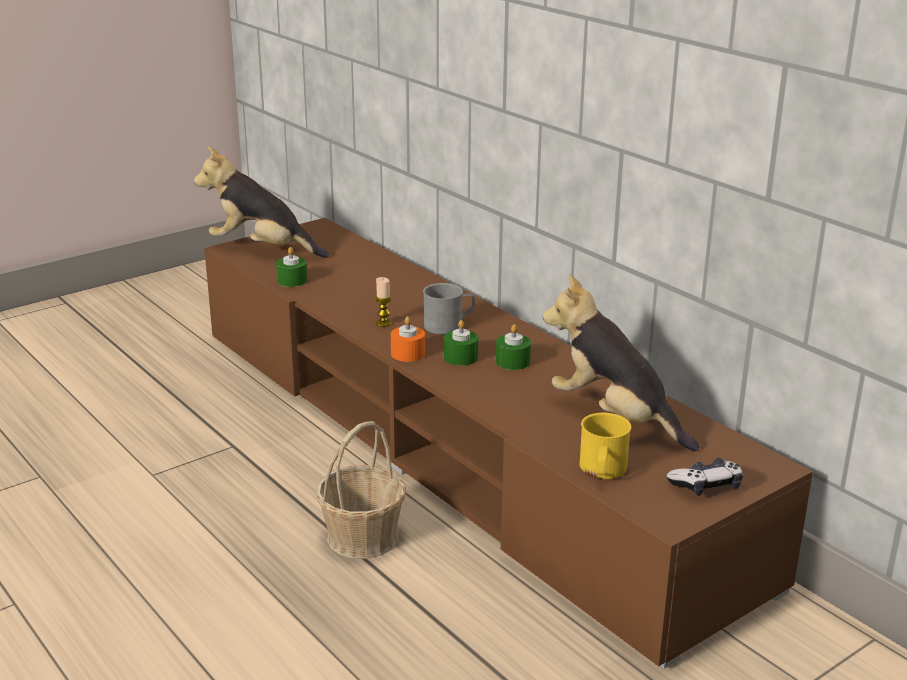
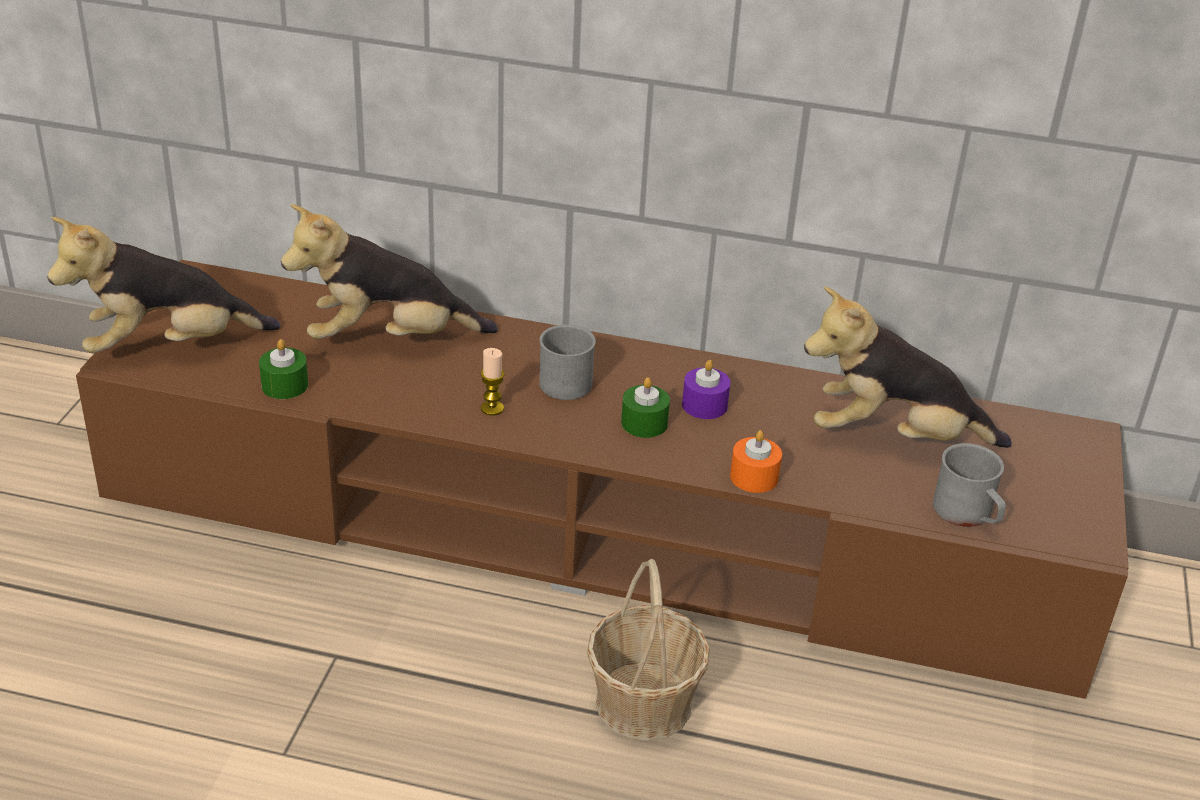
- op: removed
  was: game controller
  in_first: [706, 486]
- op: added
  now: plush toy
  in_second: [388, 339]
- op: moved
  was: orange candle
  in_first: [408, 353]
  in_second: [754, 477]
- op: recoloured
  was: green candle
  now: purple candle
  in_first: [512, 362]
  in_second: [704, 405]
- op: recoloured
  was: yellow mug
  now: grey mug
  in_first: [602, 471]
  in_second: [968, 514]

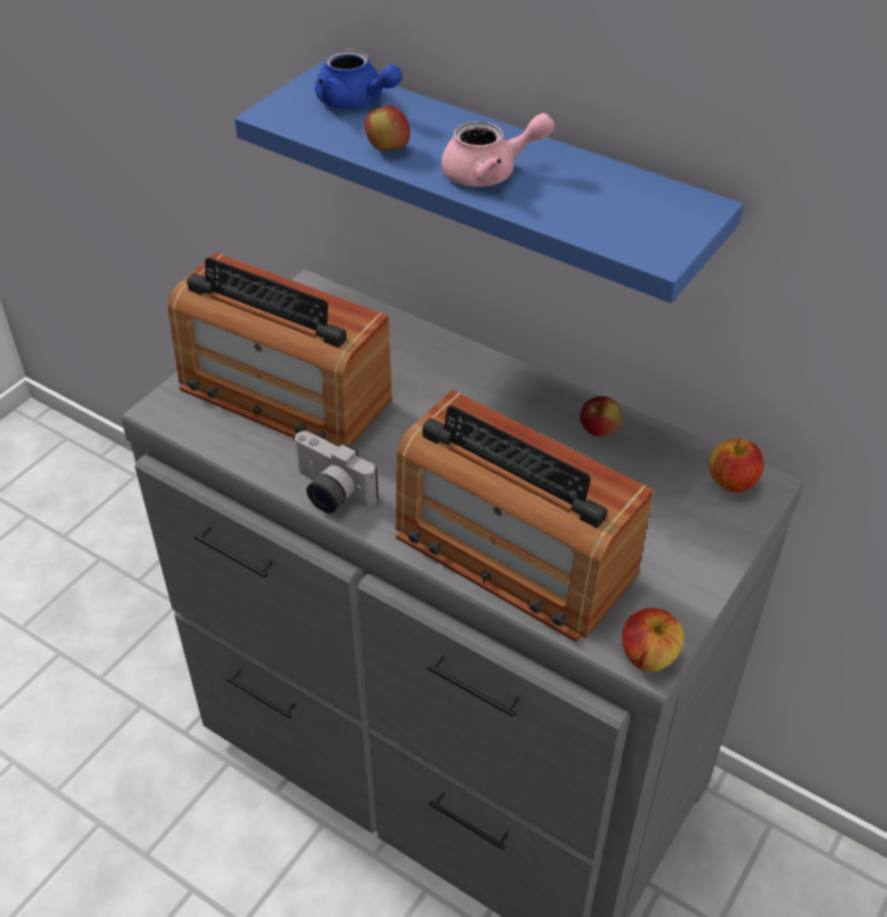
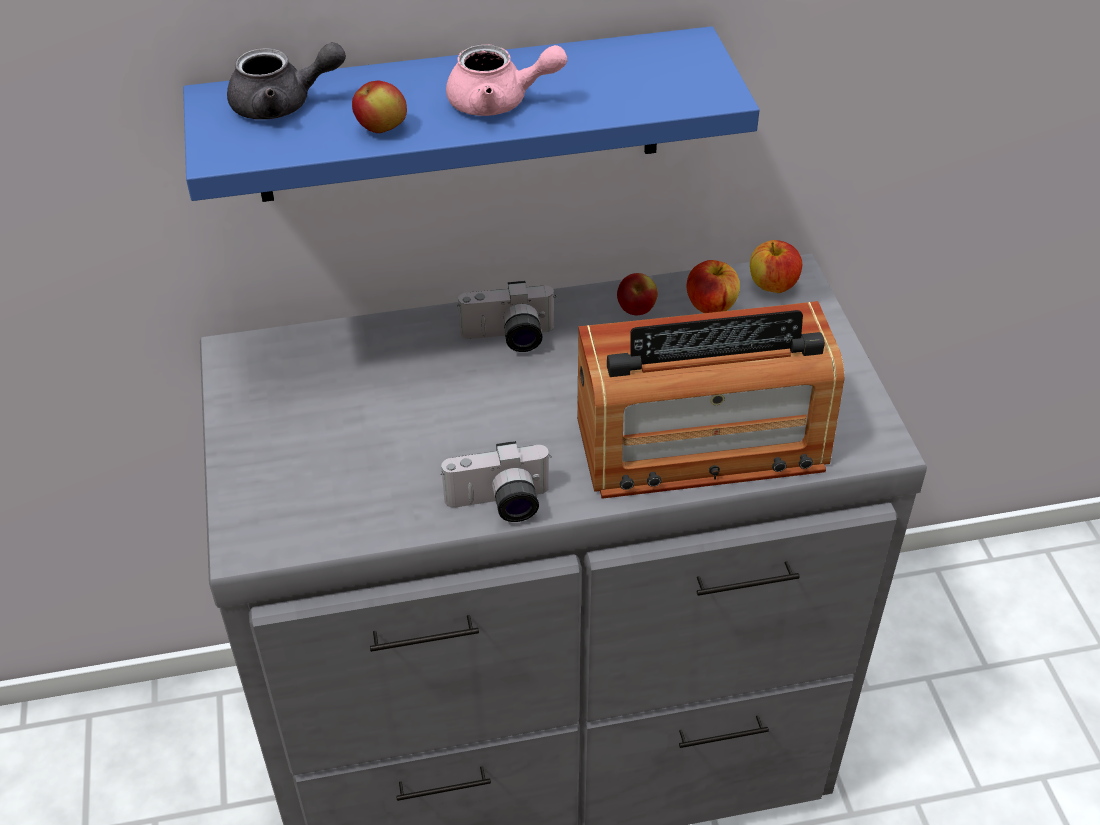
- op: removed
  was: radio
  in_first: [284, 393]
- op: added
  now: photo camera
  in_second: [509, 339]
- op: moved
  was: apple
  in_first: [648, 657]
  in_second: [710, 306]
- op: recoloured
  was: blue teapot
  now: grey teapot
  in_first: [356, 102]
  in_second: [283, 104]
- op: turned
  was: pink teapot
  in_first: [490, 173]
  in_second: [499, 102]
  clockwise: 60

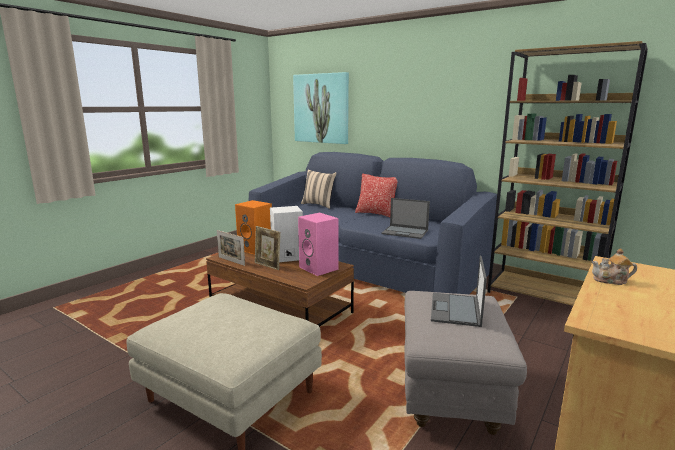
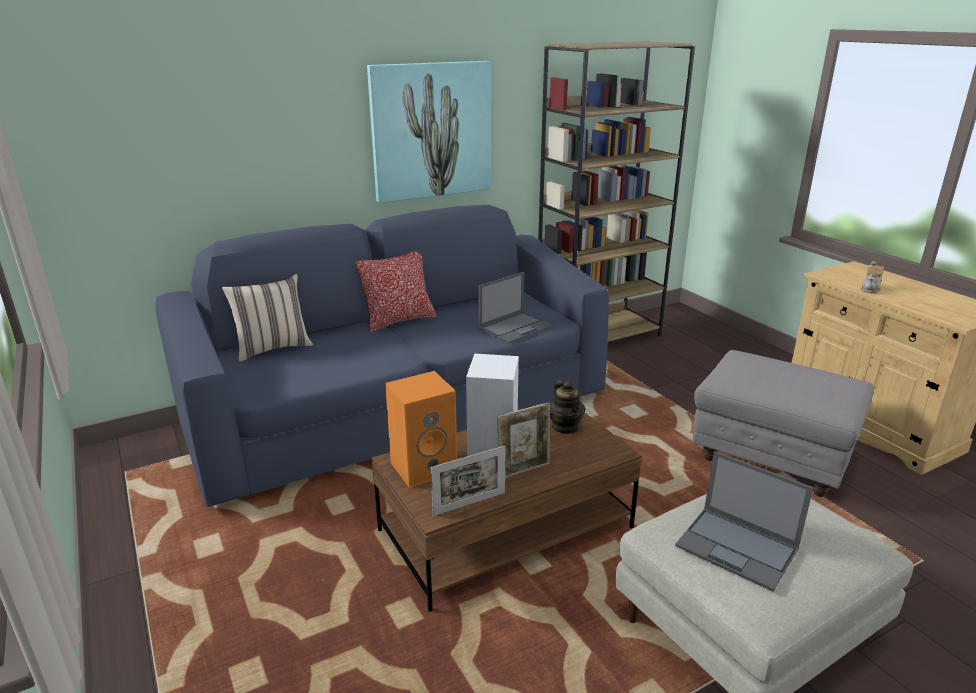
- op: moved
  was: picture
  in_first: [321, 108]
  in_second: [431, 131]
- op: moved
  was: laptop
  in_first: [456, 310]
  in_second: [738, 548]
- op: replaced
  was: pink speaker
  now: teapot
  in_first: [319, 268]
  in_second: [565, 427]

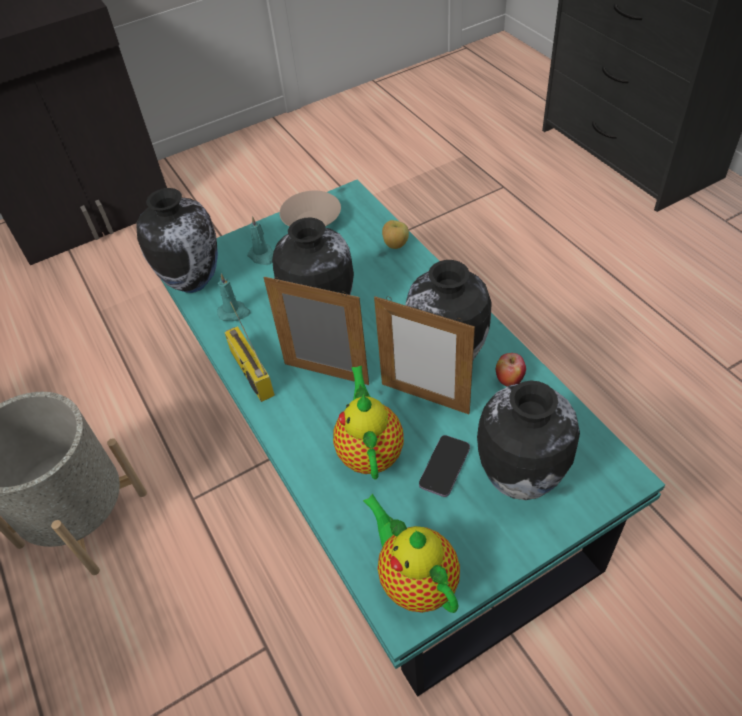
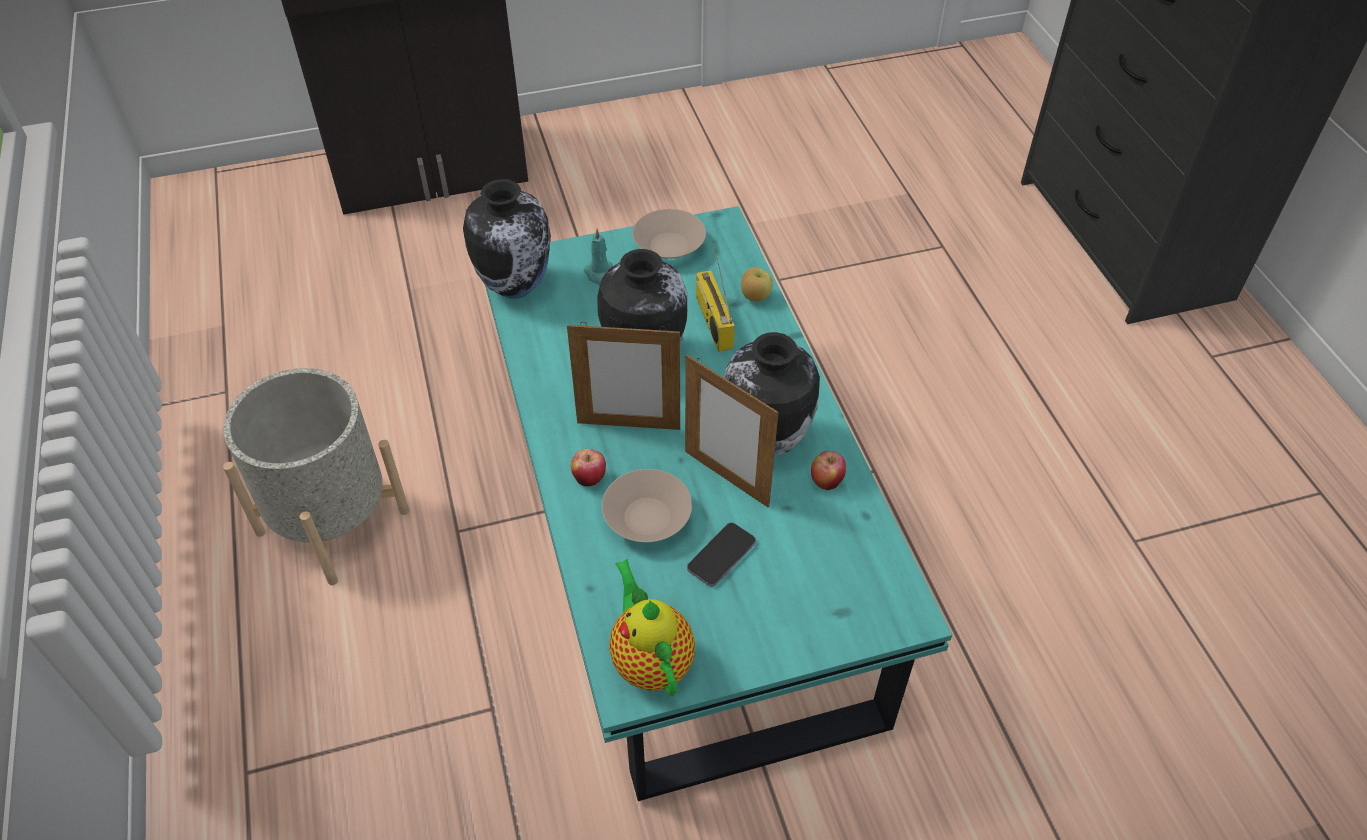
- op: removed
  was: turquoise candle
  in_first: [234, 312]
- op: removed
  was: vase
  in_first: [518, 479]
- op: added
  now: apple
  in_second: [589, 479]
- op: moved
  was: radio
  in_first: [250, 372]
  in_second: [712, 321]
- op: replaced
  was: teapot
  now: beige bowl
  in_first: [369, 450]
  in_second: [648, 519]
- op: turned
  was: picture frame
  in_first: [326, 374]
  in_second: [628, 425]
  clockwise: 150

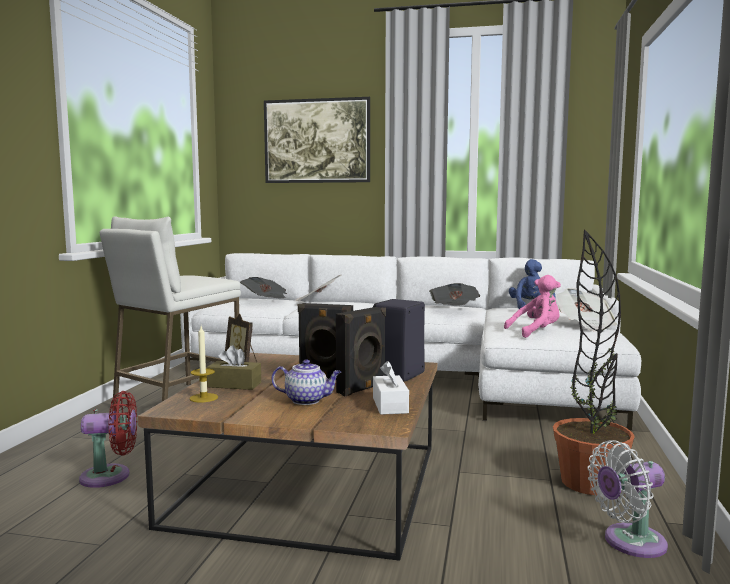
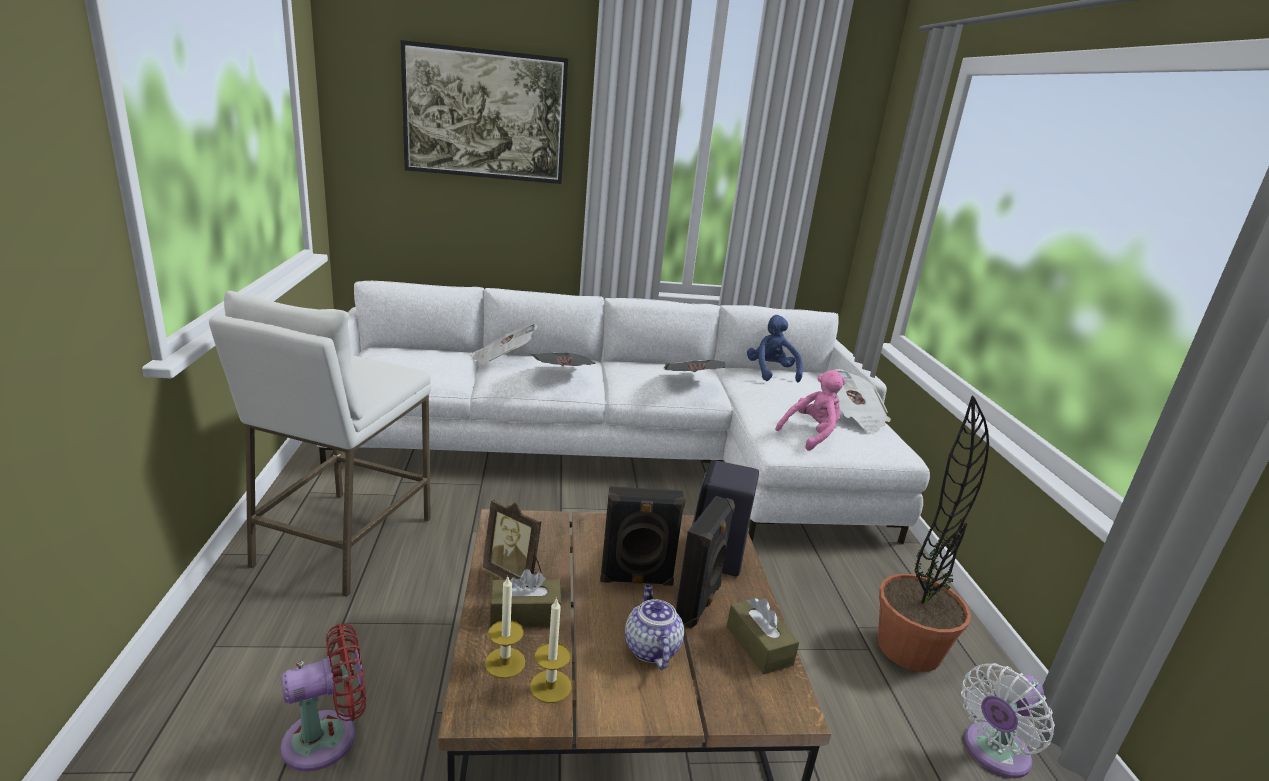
- op: added
  now: candle
  in_second: [550, 686]
- op: moved
  was: newspaper
  in_first: [266, 301]
  in_second: [562, 376]
- op: recoloured
  was: white tissue box
  now: brown tissue box
  in_first: [390, 405]
  in_second: [759, 645]
- op: turned
  was: teapot
  in_first: [307, 400]
  in_second: [650, 648]
  clockwise: -90

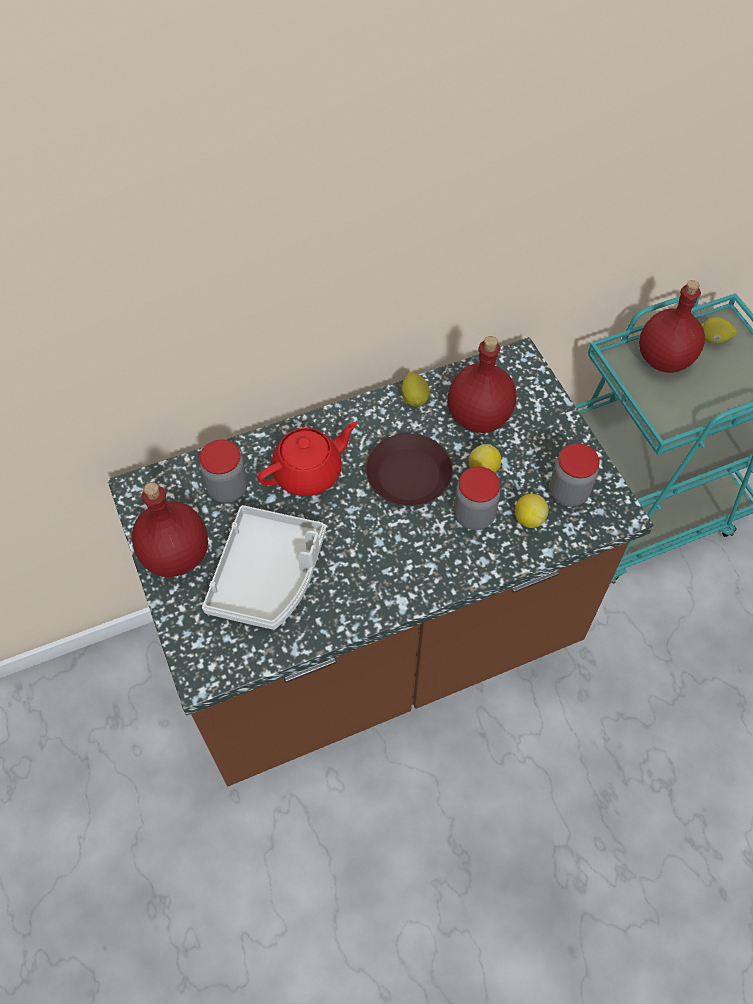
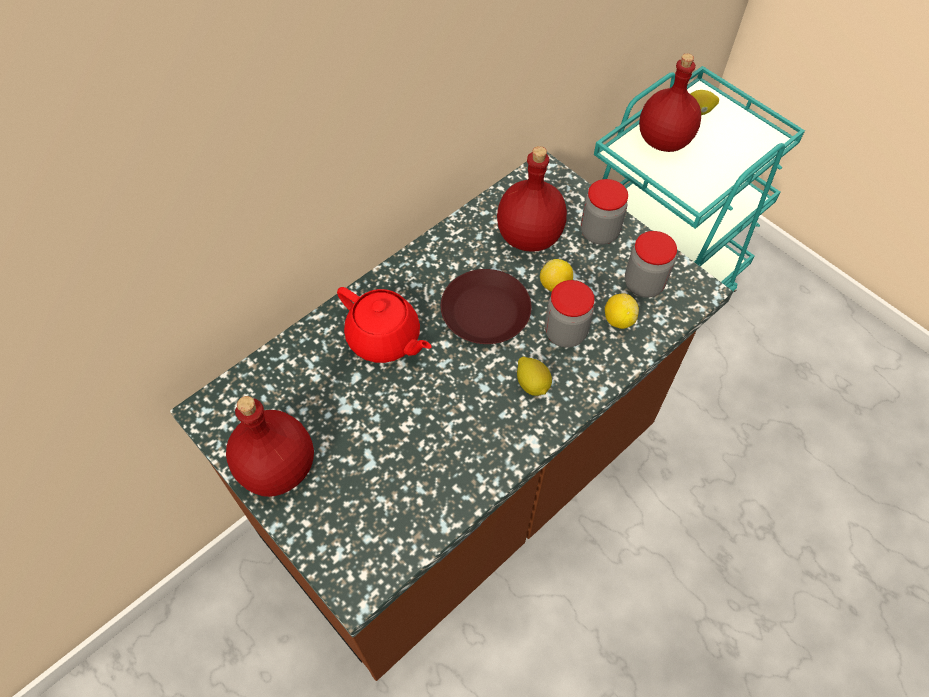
- op: removed
  was: white tray
  in_first: [268, 575]
- op: moved
  was: jar
  in_first: [228, 488]
  in_second: [599, 232]
- op: moved
  was: lemon
  in_first: [414, 398]
  in_second: [532, 384]
- op: turned
  was: red teapot
  in_first: [309, 472]
  in_second: [385, 339]
  clockwise: 90

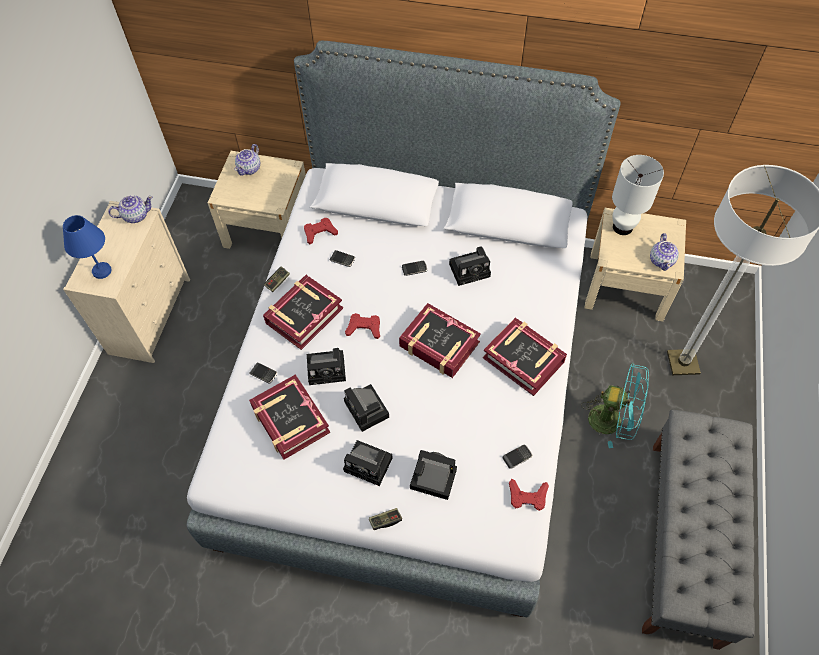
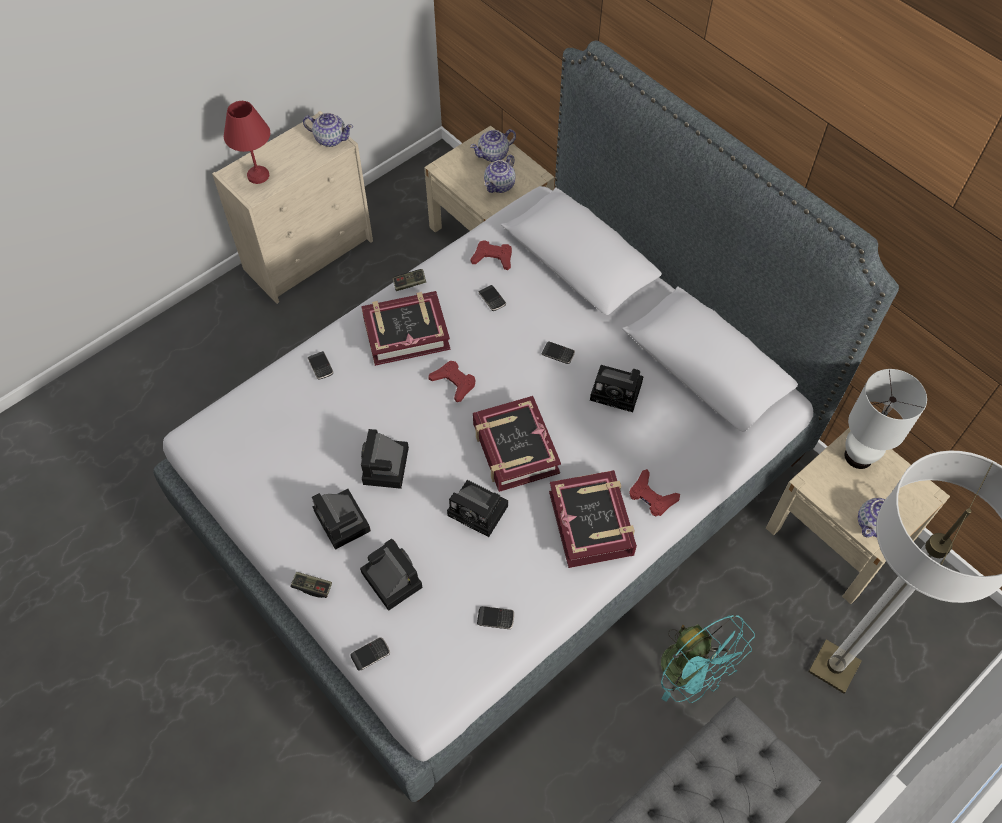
- op: removed
  was: book
  in_first: [290, 420]
- op: added
  now: phone
  in_second: [370, 654]
- op: added
  now: teapot
  in_second: [500, 185]
- op: moved
  was: photo camera
  in_first: [328, 369]
  in_second: [480, 511]
- op: moved
  was: red game controller
  in_first: [527, 496]
  in_second: [651, 496]
- op: recoloured
  was: blue table lamp
  now: red table lamp
  in_first: [102, 270]
  in_second: [259, 175]

